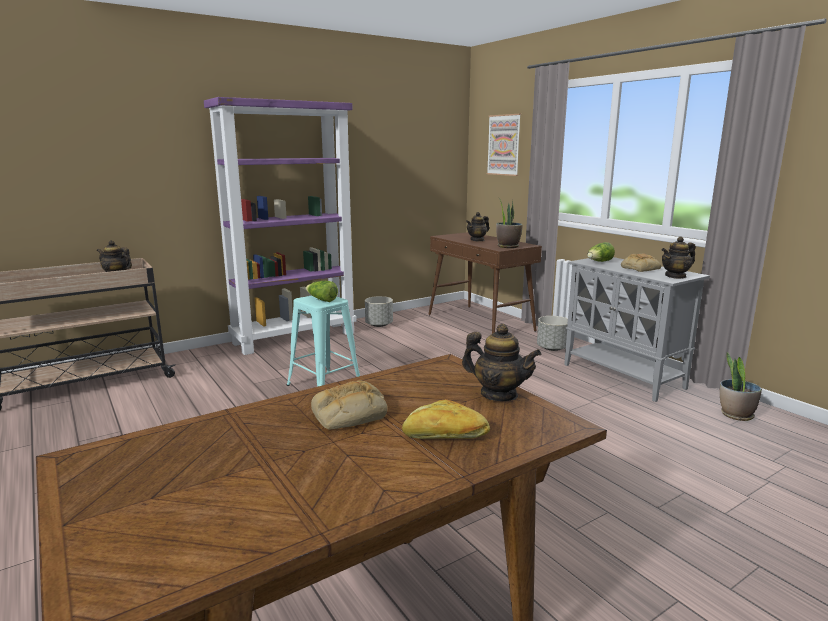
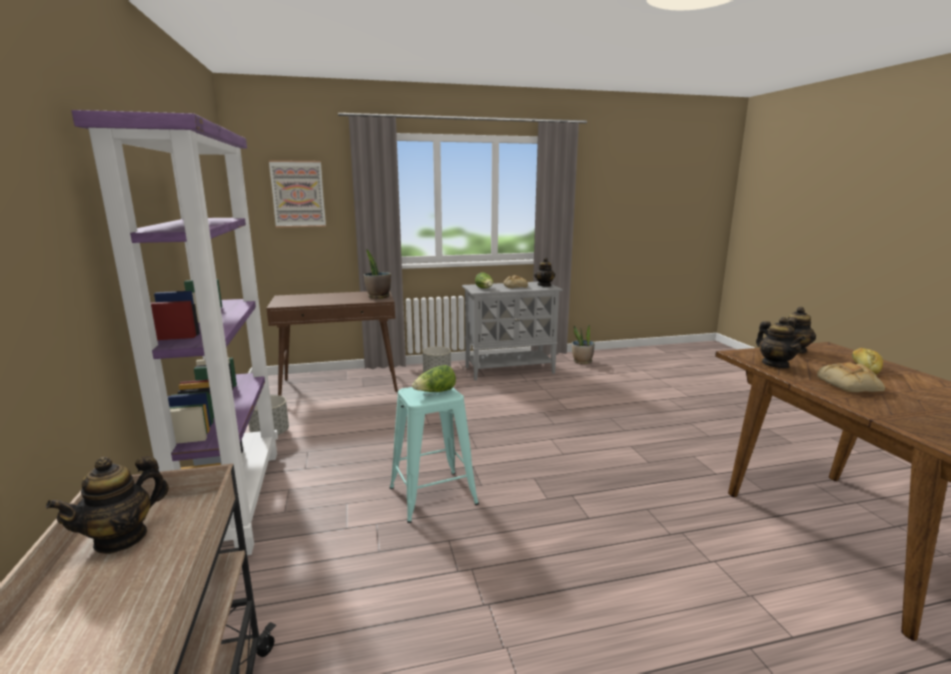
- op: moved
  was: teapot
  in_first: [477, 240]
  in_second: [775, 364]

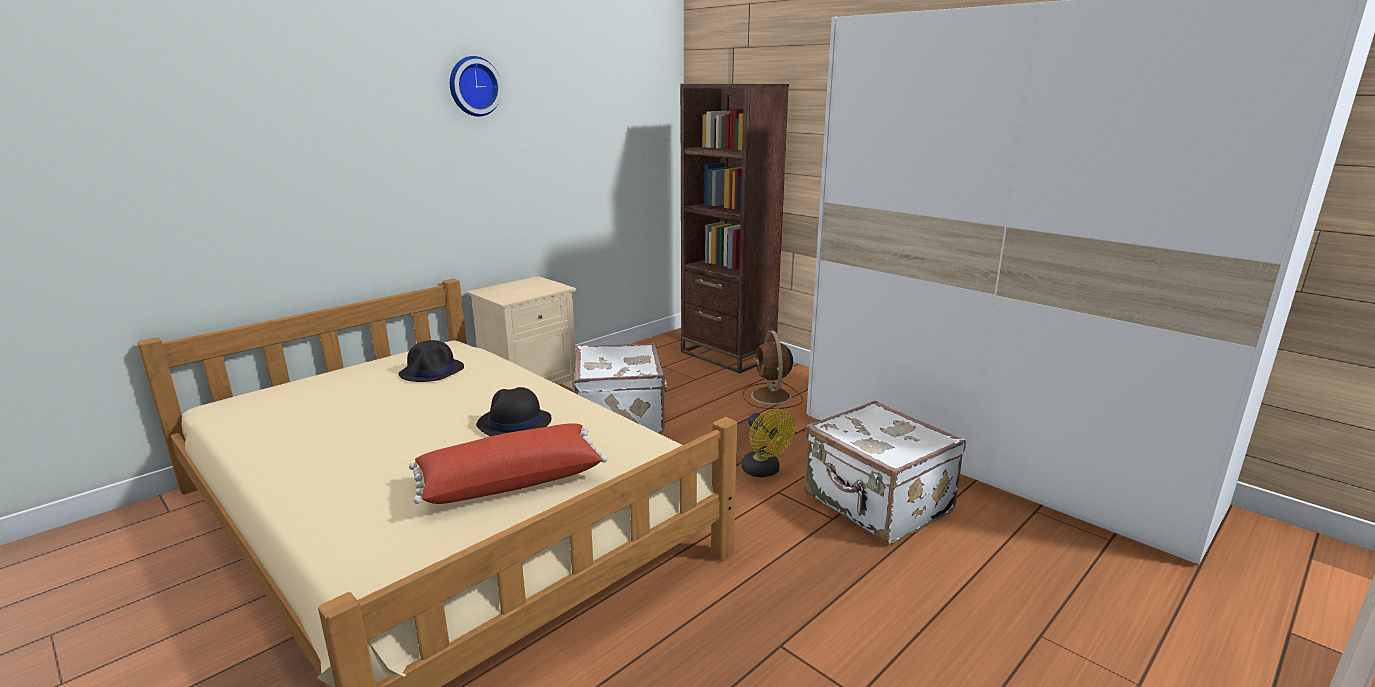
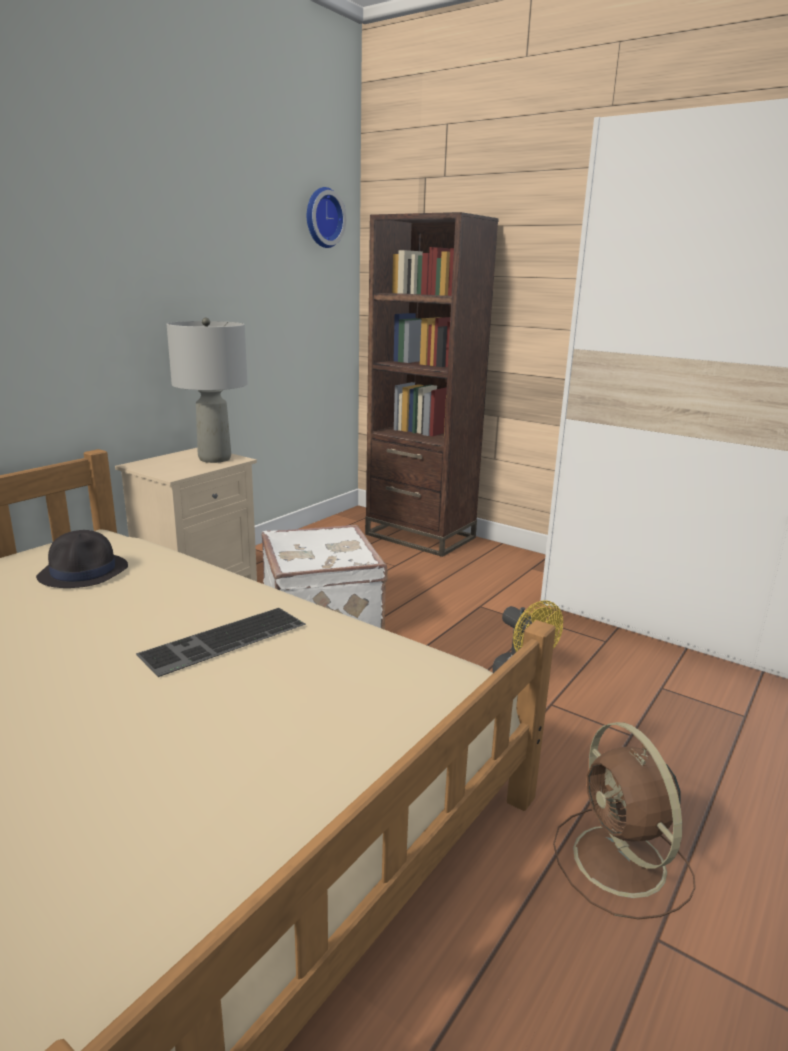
- op: removed
  was: red pillow
  in_first: [510, 481]
- op: removed
  was: white suitcase
  in_first: [876, 504]
- op: added
  now: grey table lamp
  in_second: [214, 459]
- op: moved
  was: wall clock
  in_first: [473, 86]
  in_second: [322, 218]
- op: moved
  was: brown fan
  in_first: [771, 397]
  in_second: [621, 864]
- op: replaced
  was: black hat
  now: keyboard
  in_first: [514, 423]
  in_second: [224, 642]

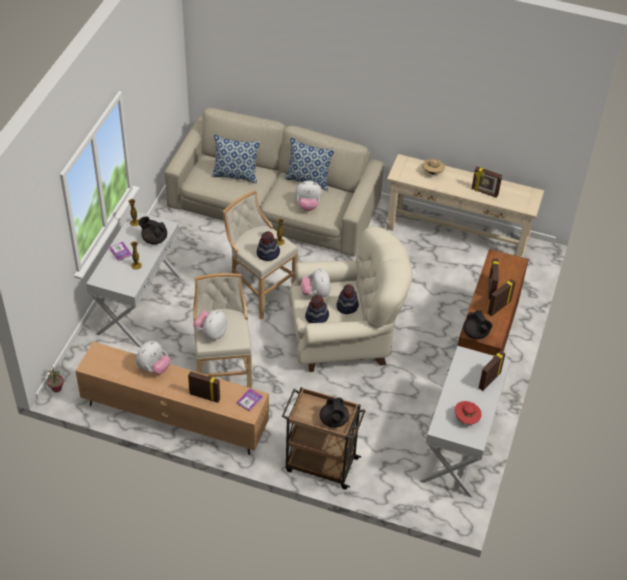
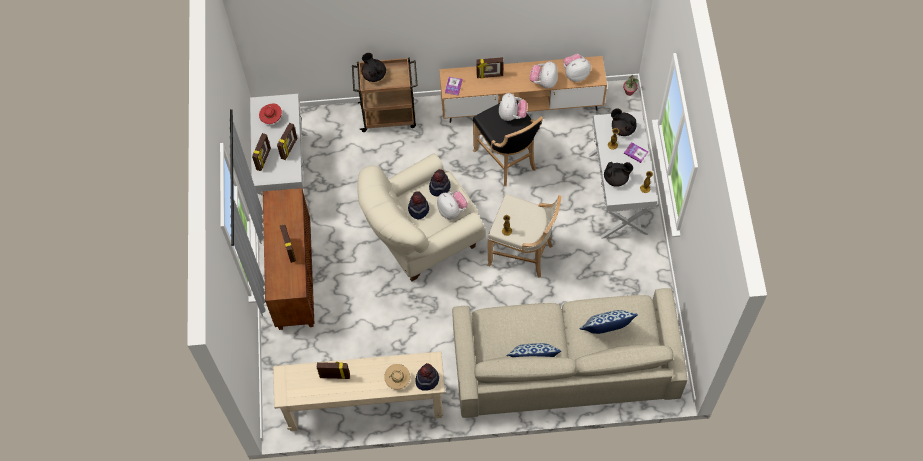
- op: moved
  was: hat
  in_first: [268, 254]
  in_second: [427, 379]
- op: moved
  was: plush toy
  in_first: [308, 205]
  in_second: [575, 74]
- op: moved
  was: black teapot
  in_first: [476, 333]
  in_second: [622, 128]
- op: moved
  was: picture frame
  in_first: [498, 307]
  in_second: [289, 148]
- op: recoloured
  was: beige stool
  now: black stool
  in_first: [223, 372]
  in_second: [507, 160]

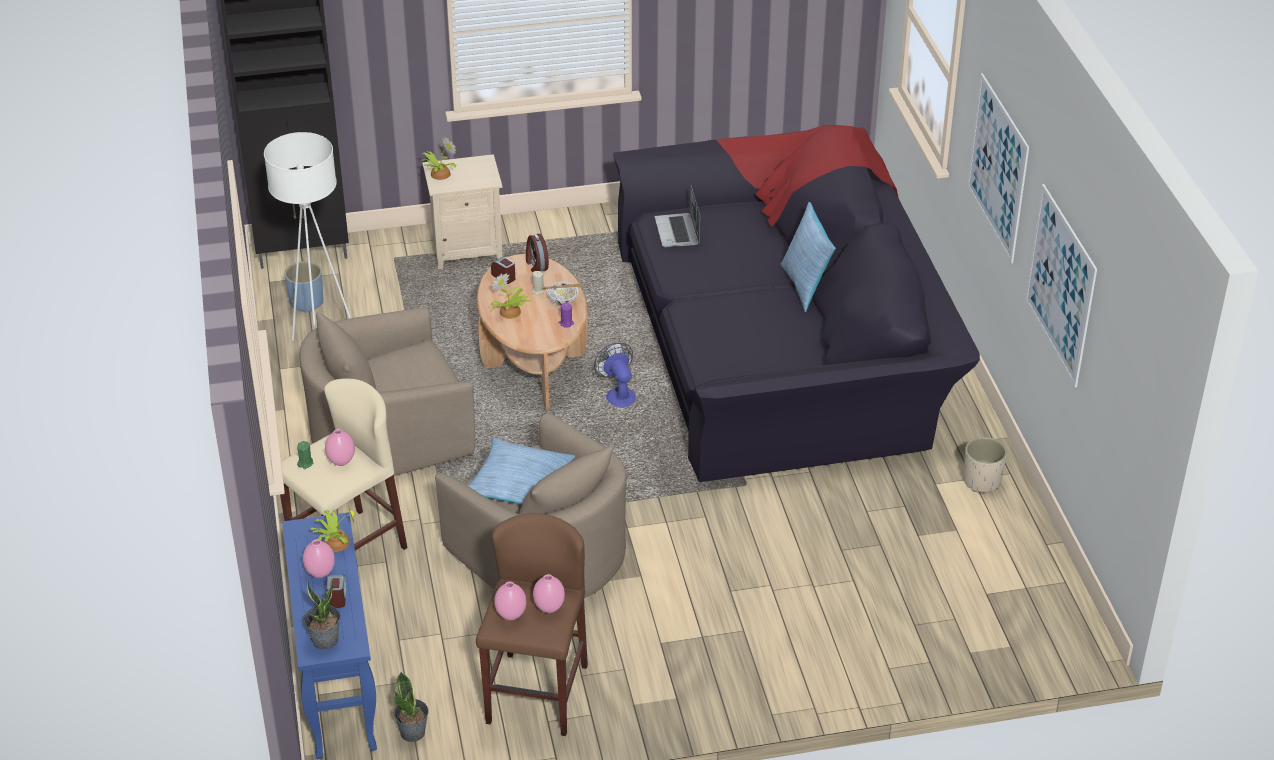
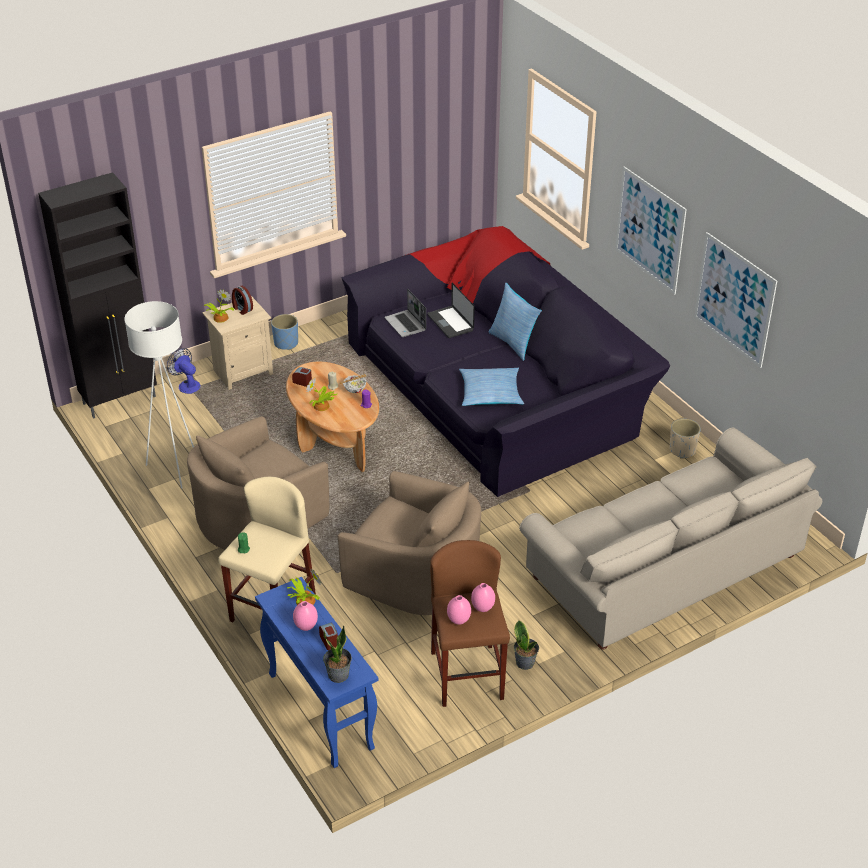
- op: removed
  was: pink vase
  in_first: [341, 462]
- op: added
  now: laptop
  in_second: [450, 323]
- op: added
  now: beige sofa
  in_second: [663, 568]
- op: moved
  was: blue planter
  in_first: [307, 302]
  in_second: [286, 343]
- op: moved
  was: potted plant
  in_first: [413, 732]
  in_second: [525, 662]
- op: moved
  was: pillow
  in_first: [519, 484]
  in_second: [490, 393]
- op: moved
  was: alarm clock
  in_first: [536, 265]
  in_second: [242, 309]
- op: moved
  was: fan
  in_first: [618, 394]
  in_second: [187, 385]

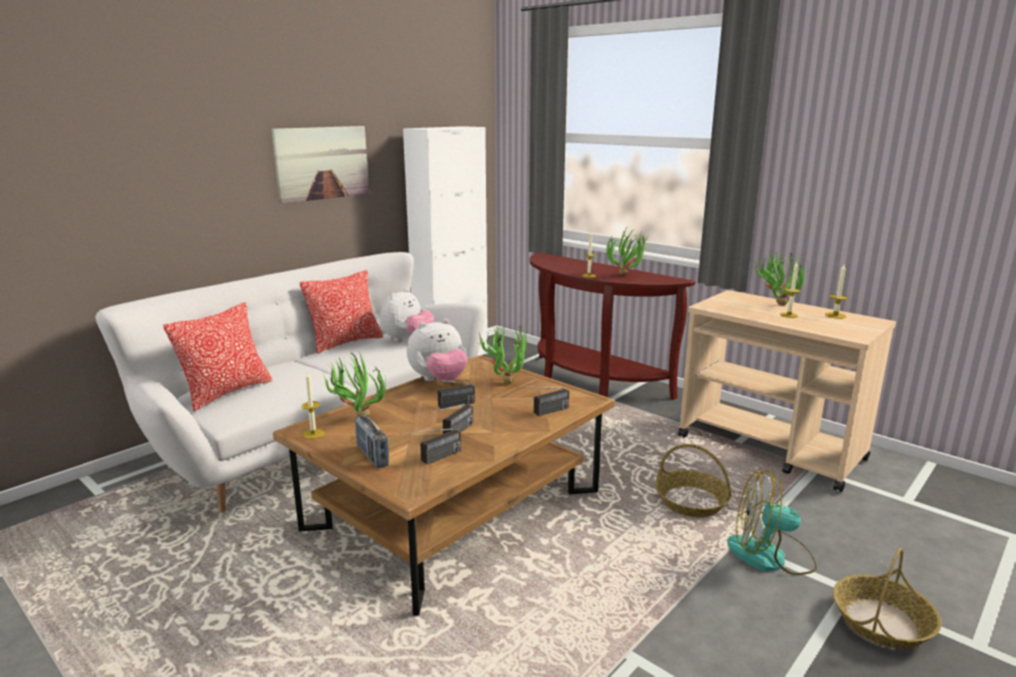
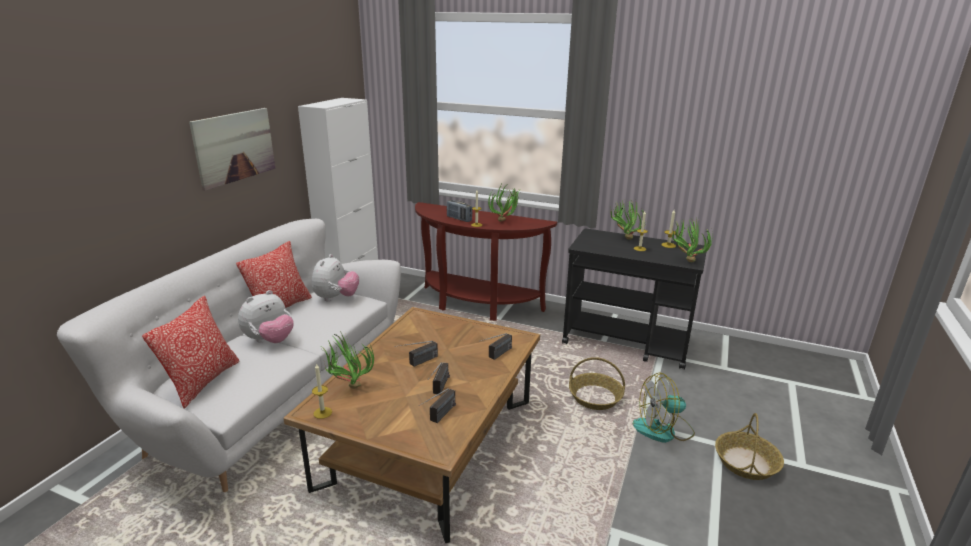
- op: moved
  was: radio
  in_first: [372, 456]
  in_second: [459, 219]
- op: moved
  was: plush toy
  in_first: [439, 380]
  in_second: [270, 340]
- op: moved
  was: potted plant
  in_first: [504, 380]
  in_second: [685, 260]
- op: recoloured
  was: beige cart
  now: black cart
  in_first: [771, 448]
  in_second: [627, 342]

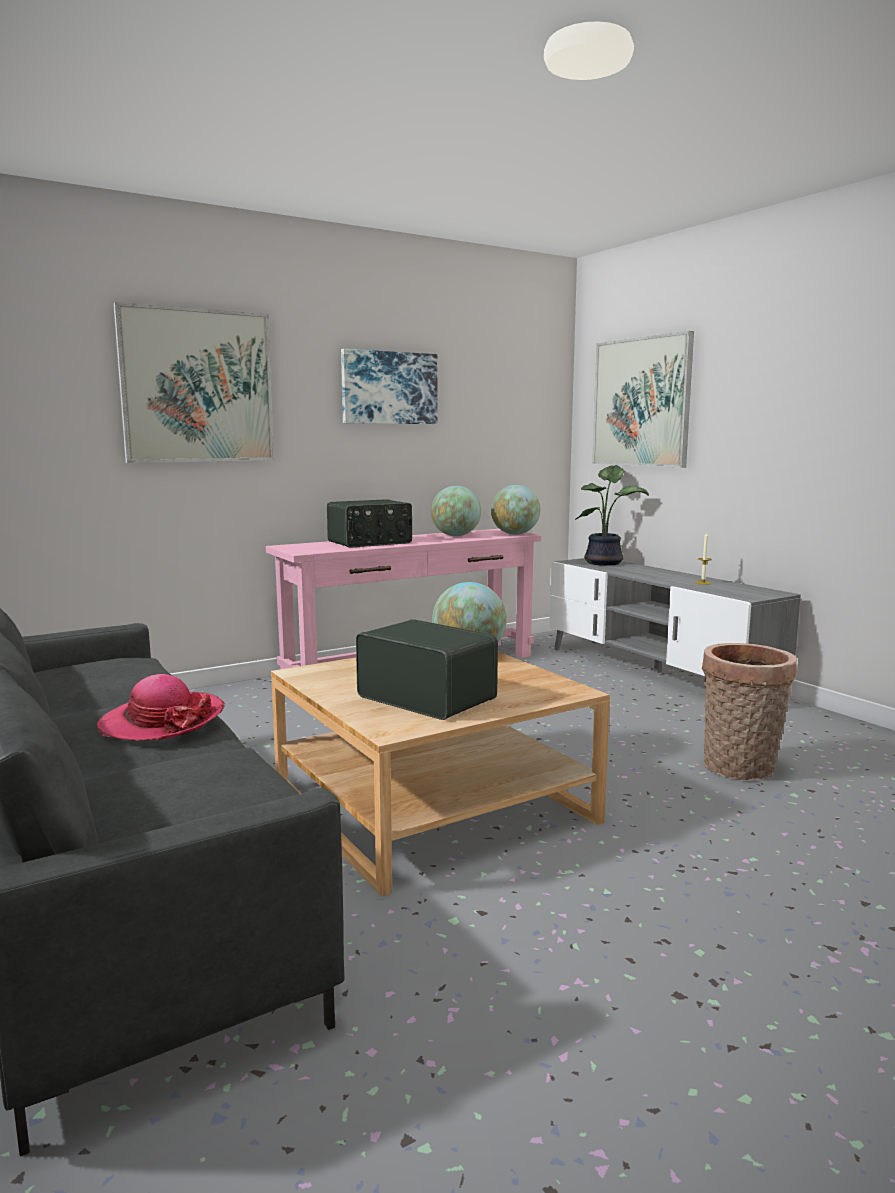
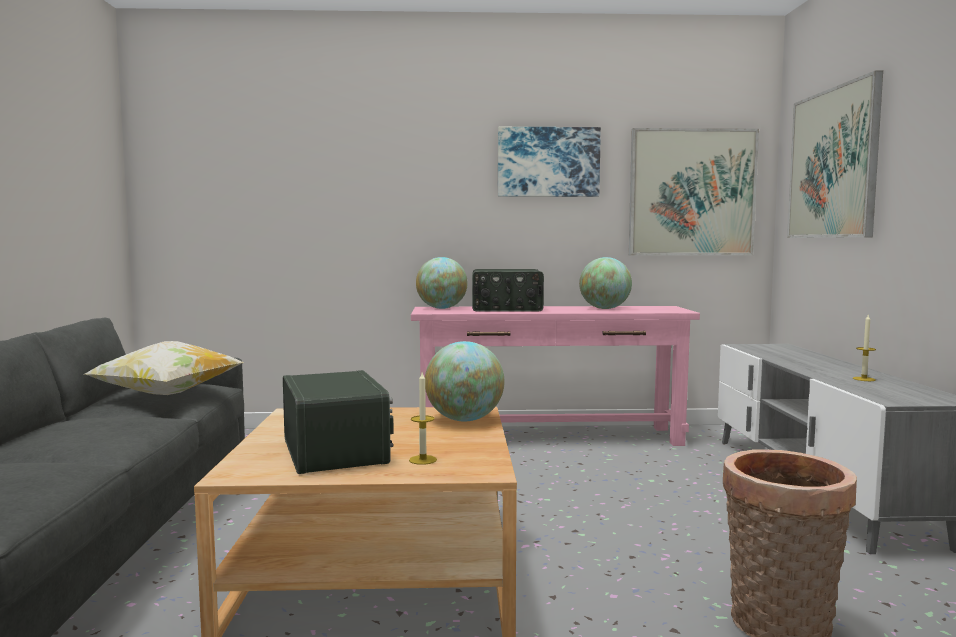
- op: removed
  was: hat
  in_first: [161, 721]
- op: removed
  was: potted plant
  in_first: [605, 562]
- op: added
  now: pillow
  in_second: [168, 394]
- op: added
  now: candle
  in_second: [423, 460]
- op: moved
  was: picture
  in_first: [197, 386]
  in_second: [692, 193]
- op: moved
  was: globe
  in_first: [515, 534]
  in_second: [441, 308]

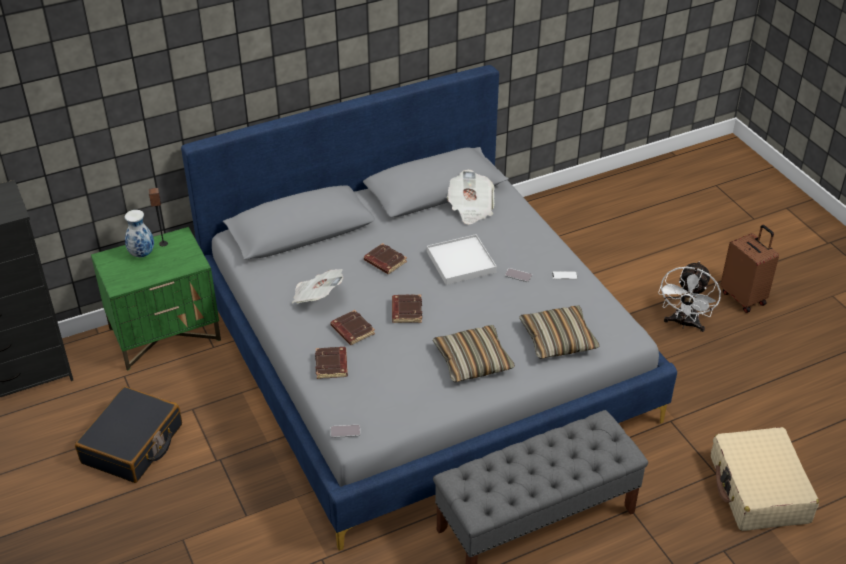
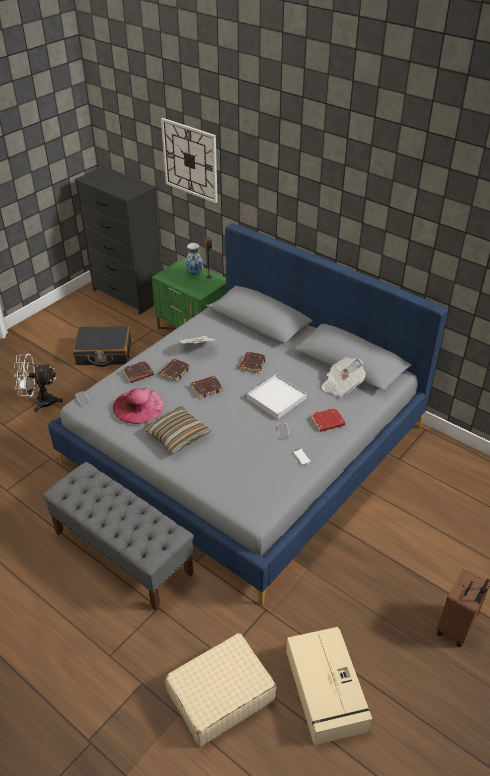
- op: removed
  was: pillow
  in_first: [558, 339]
- op: added
  now: pink hat
  in_second: [138, 406]
- op: added
  now: wall clock
  in_second: [190, 160]
- op: added
  now: beige storage box
  in_second: [326, 692]
- op: added
  now: red book
  in_second: [327, 422]
- op: moved
  was: white fan
  in_first: [684, 324]
  in_second: [40, 402]

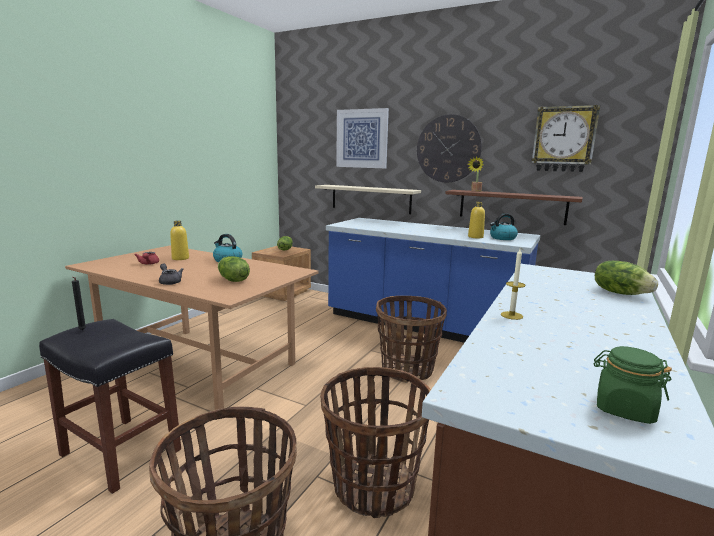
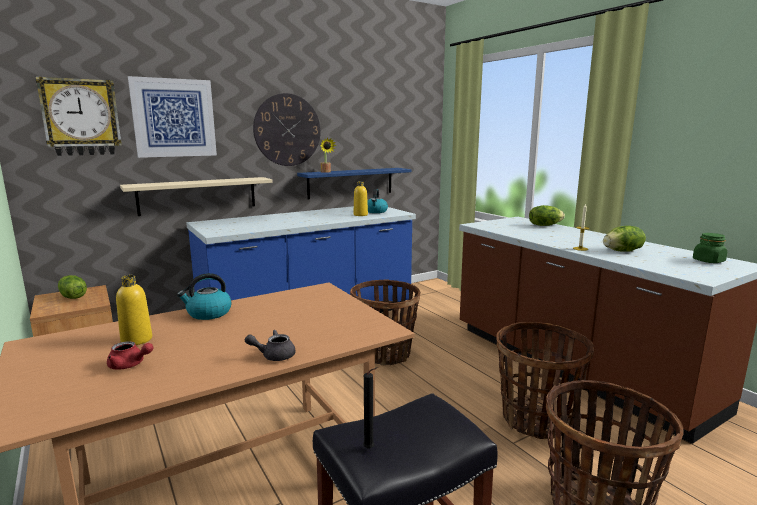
- op: moved
  was: lettuce
  in_first: [233, 280]
  in_second: [623, 251]
- op: moved
  was: wall clock
  in_first: [564, 139]
  in_second: [81, 117]
- op: recoloured
  was: brown shelf
  now: blue shelf
  in_first: [511, 206]
  in_second: [351, 183]

